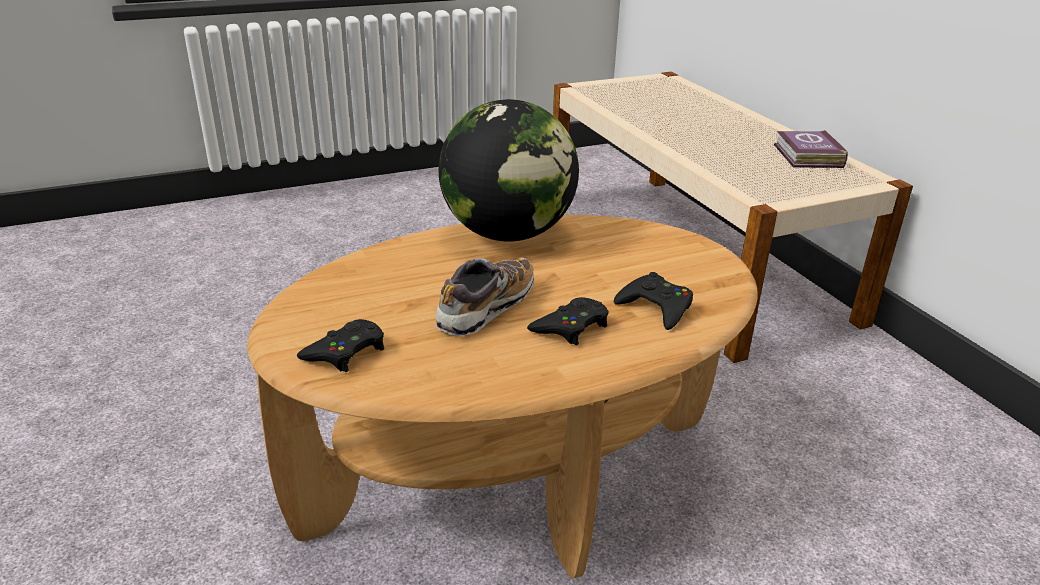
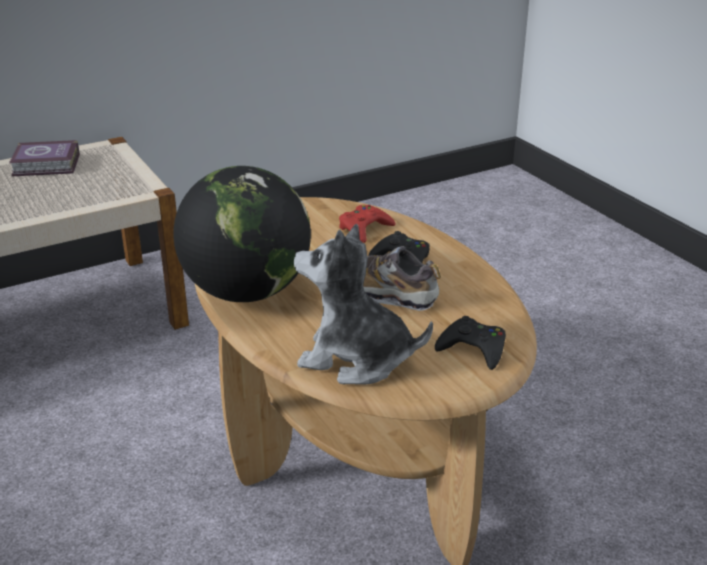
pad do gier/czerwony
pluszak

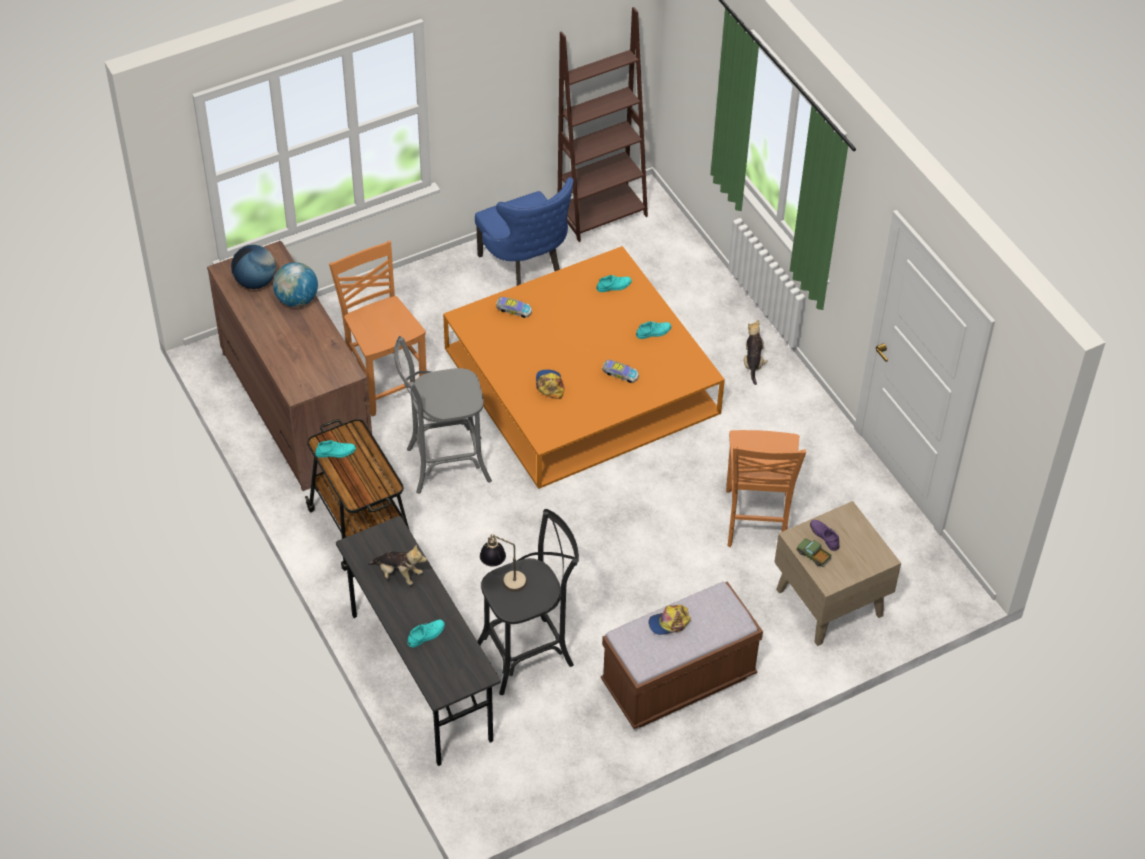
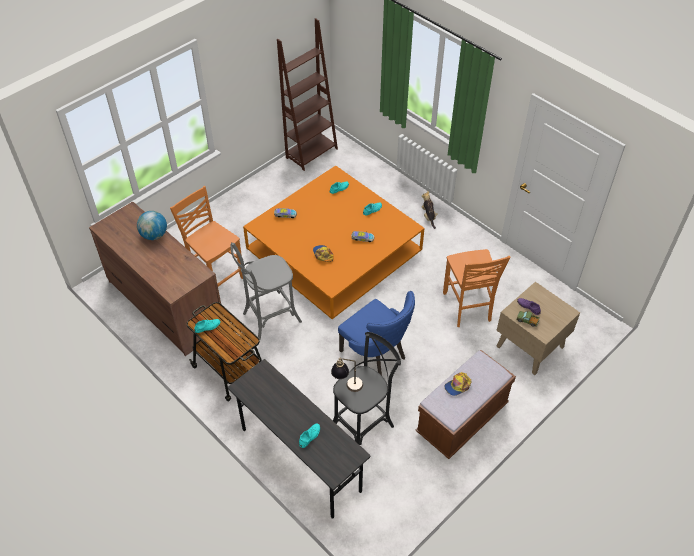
globus (no. 1 from left in the first image)
pluszak (no. 1 from left in the first image)
krzesło/niebieski

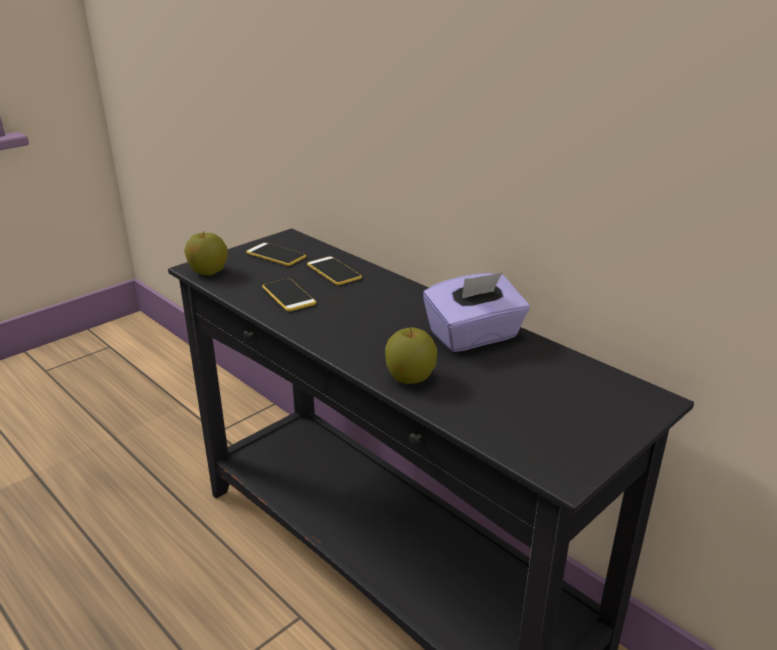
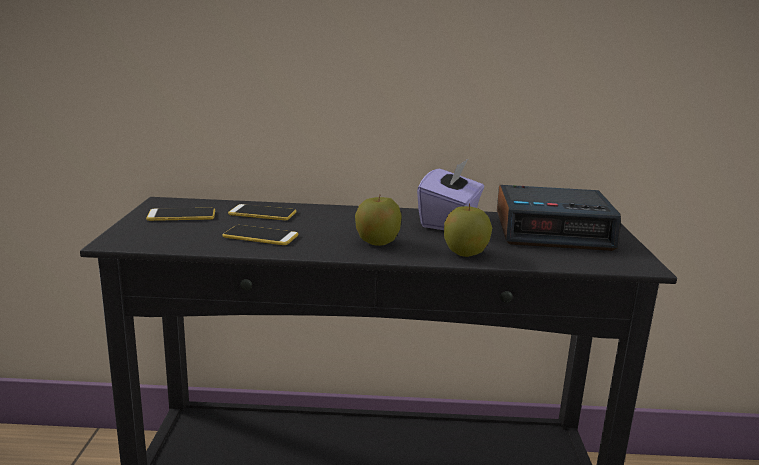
jabłko (no. 1 from left)
budzik

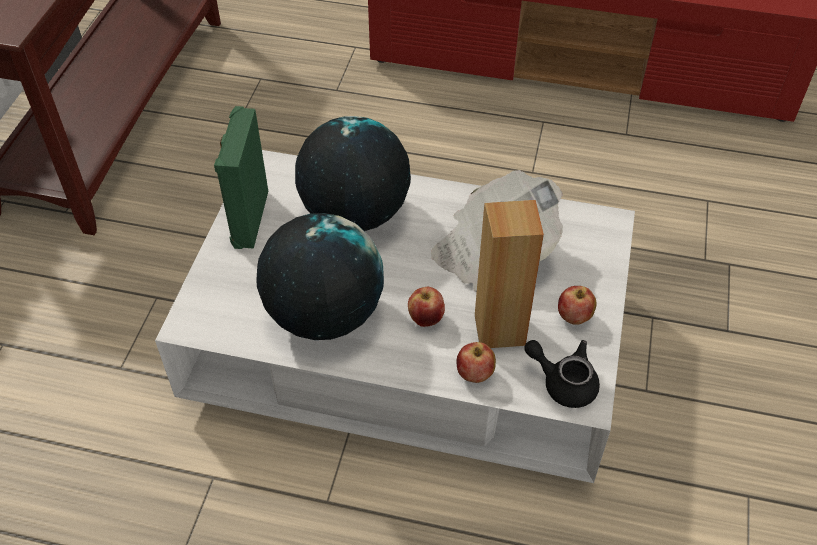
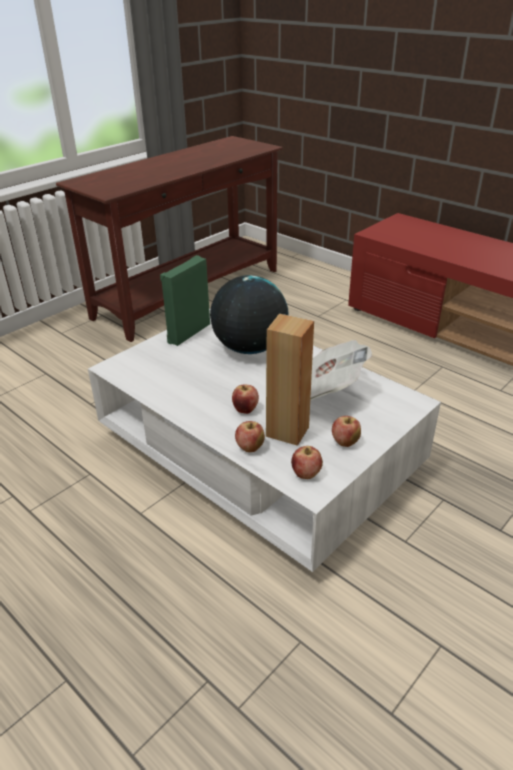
globus (no. 1 from left in the first image)
jabłko (no. 3 from left)

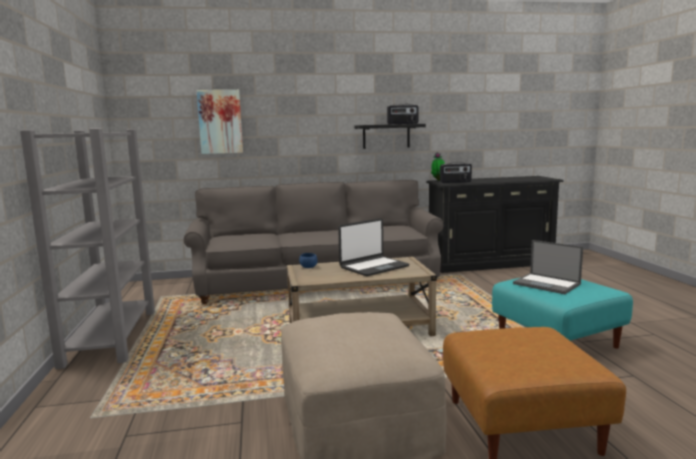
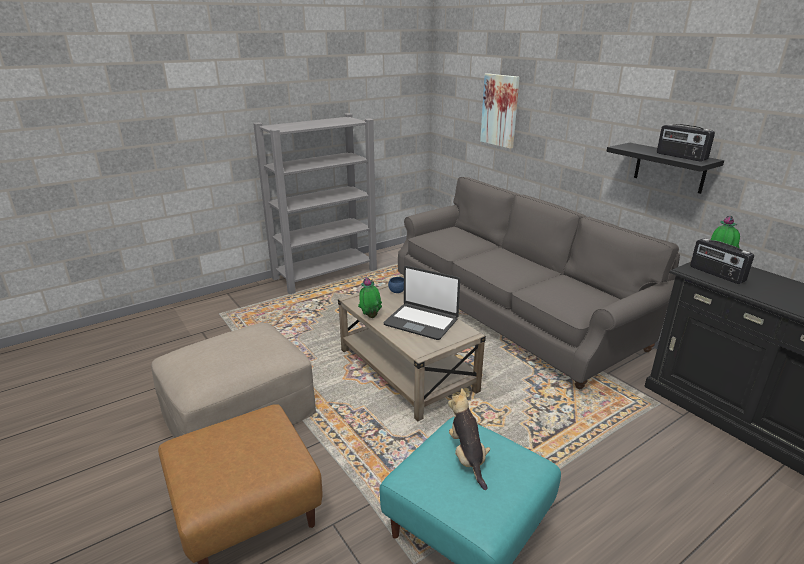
pluszak
roślina doniczkowa (no. 1 from left)

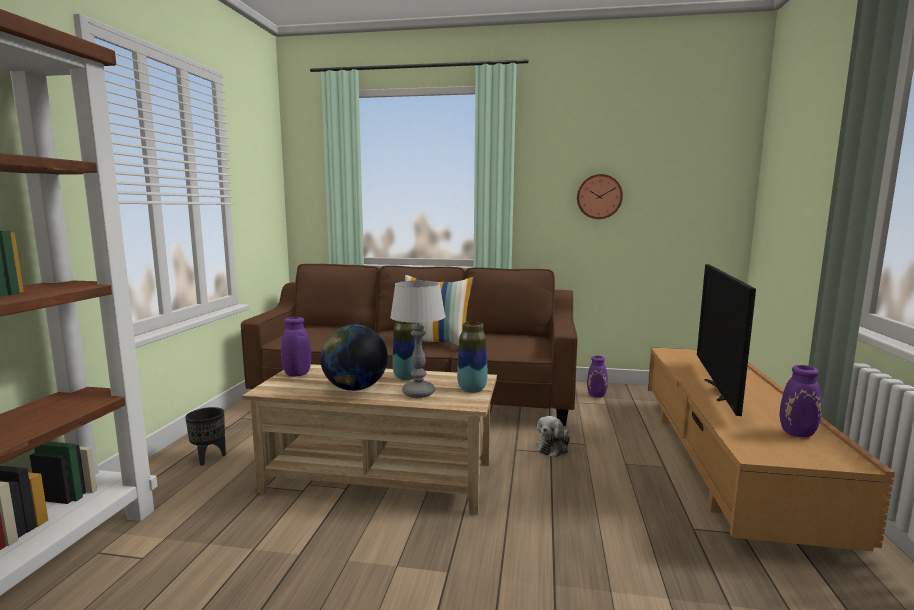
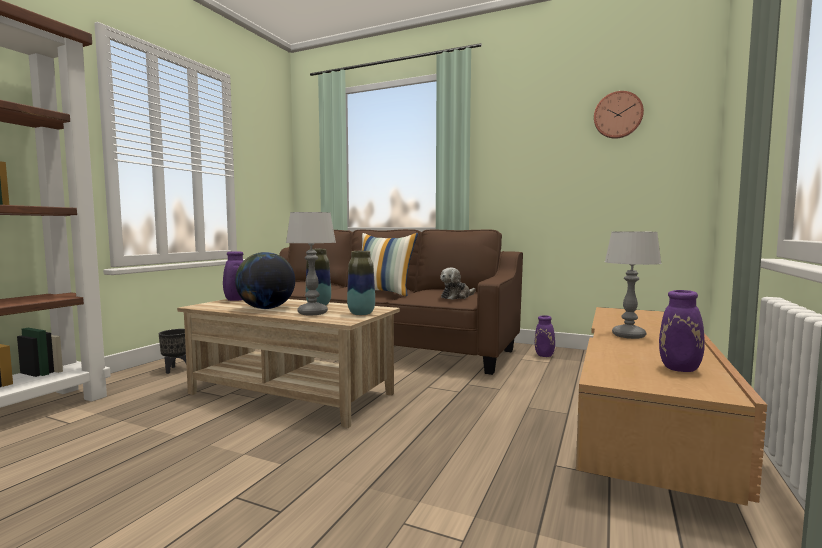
pluszak
zegar ścienny
lampa stołowa (no. 2 from left)

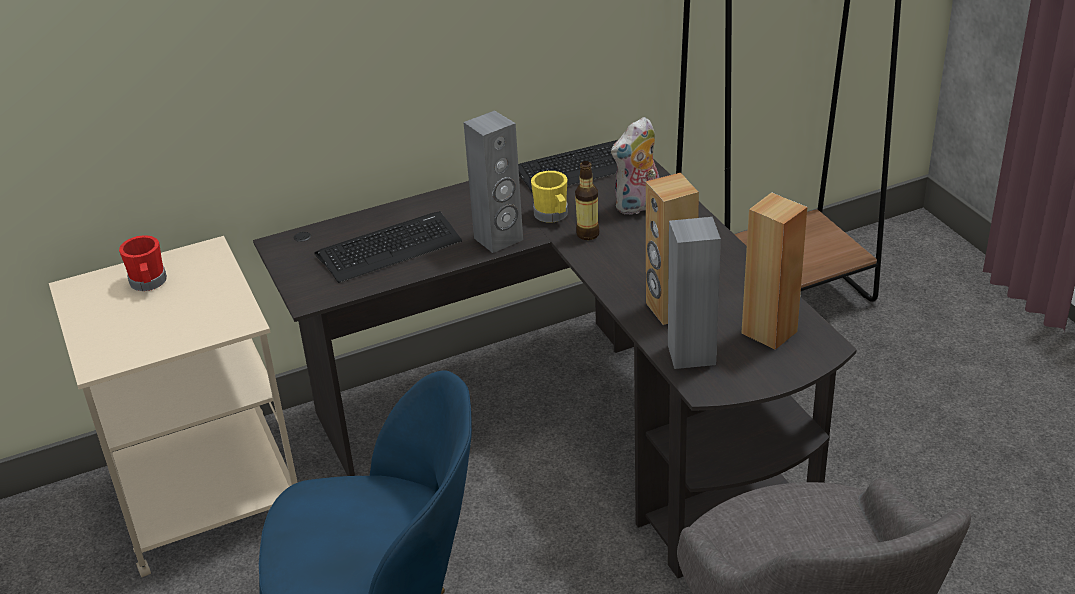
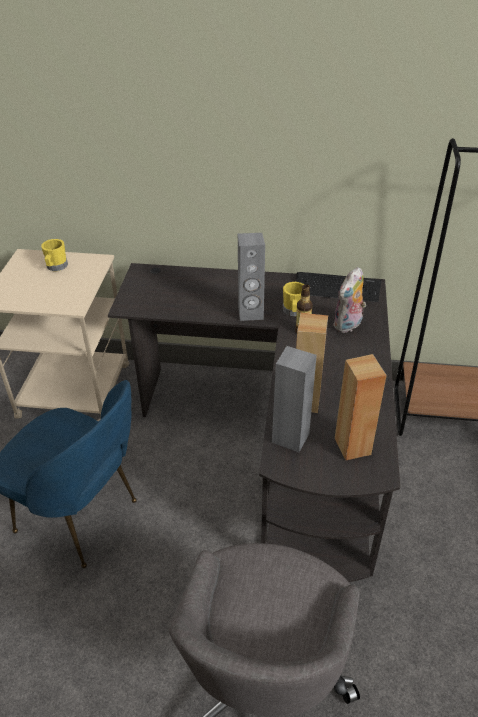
kubek/żółty (no. 1 from left)
klawiatura (no. 1 from left in the first image)
pluszak

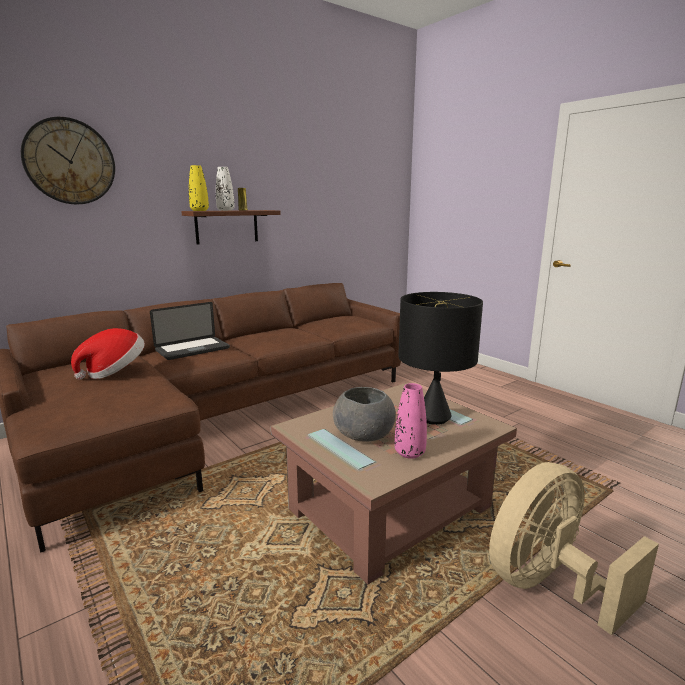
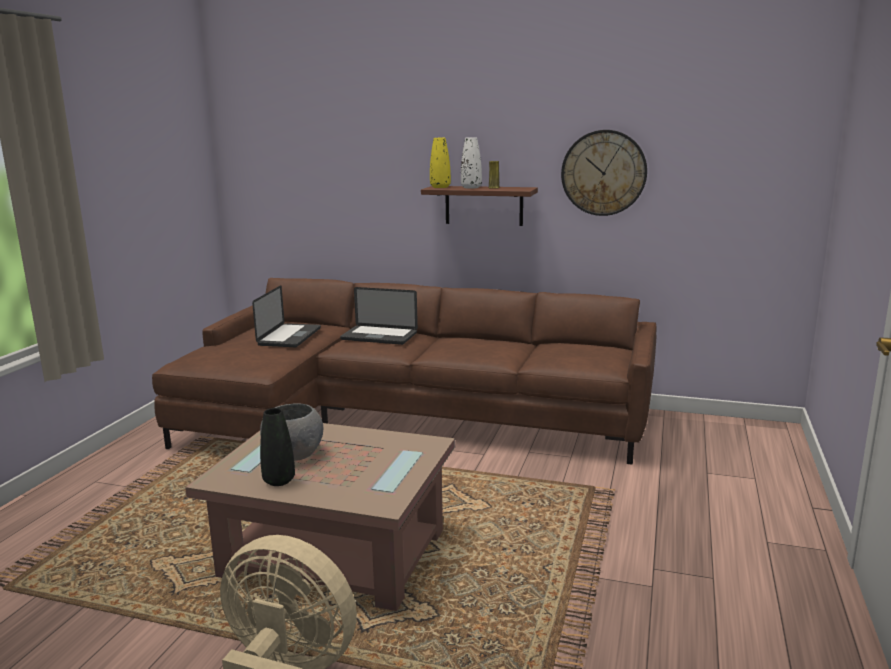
zegar ścienny
laptop (no. 1 from left)
wazon/czarny
lampa stołowa/czarny

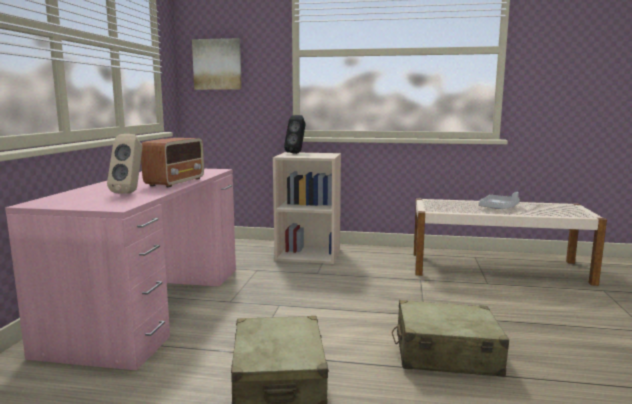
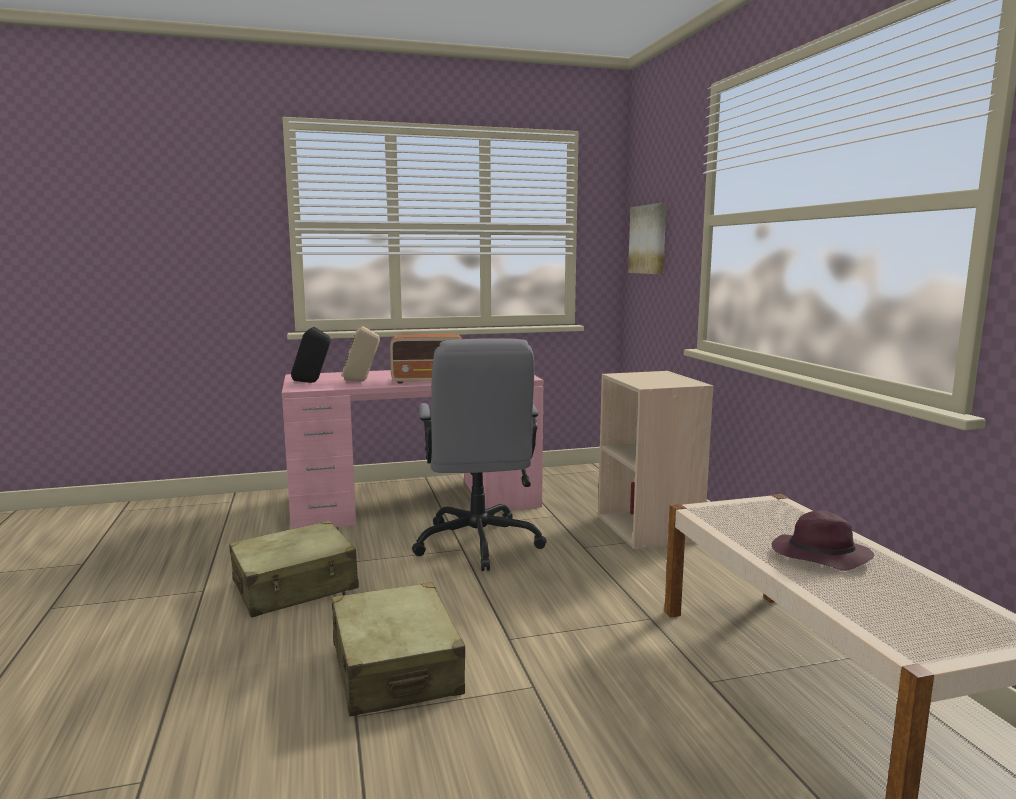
głośnik/czarny
kapelusz/fioletowy
krzesło biurowe/szary

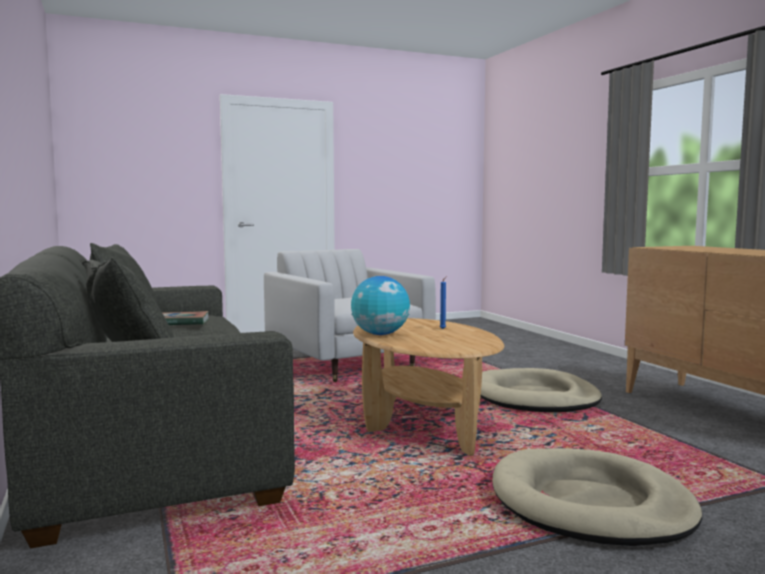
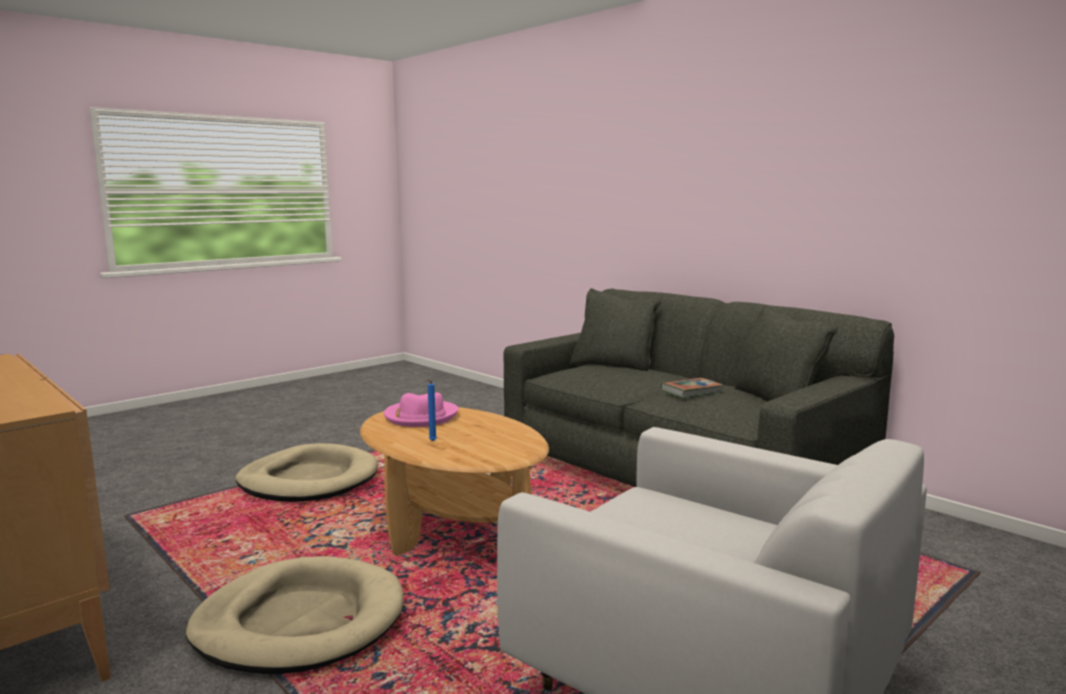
globus
kapelusz/różowy

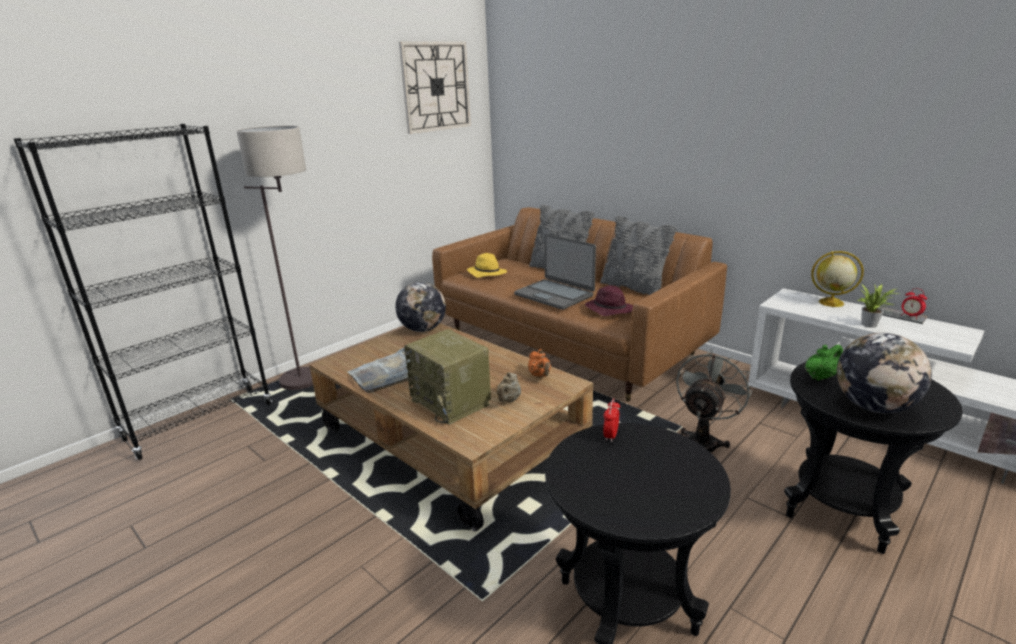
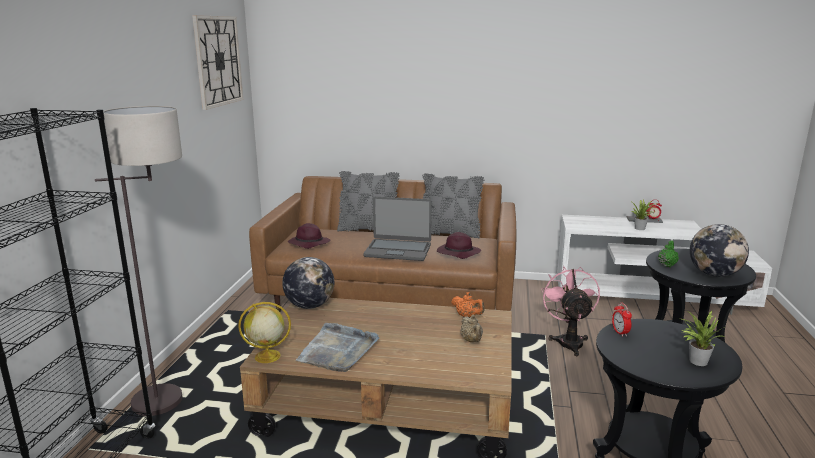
radio
kapelusz/fioletowy (no. 1 from left)
wentylator/różowy
globus (no. 1 from left)
roślina doniczkowa (no. 2 from left)

